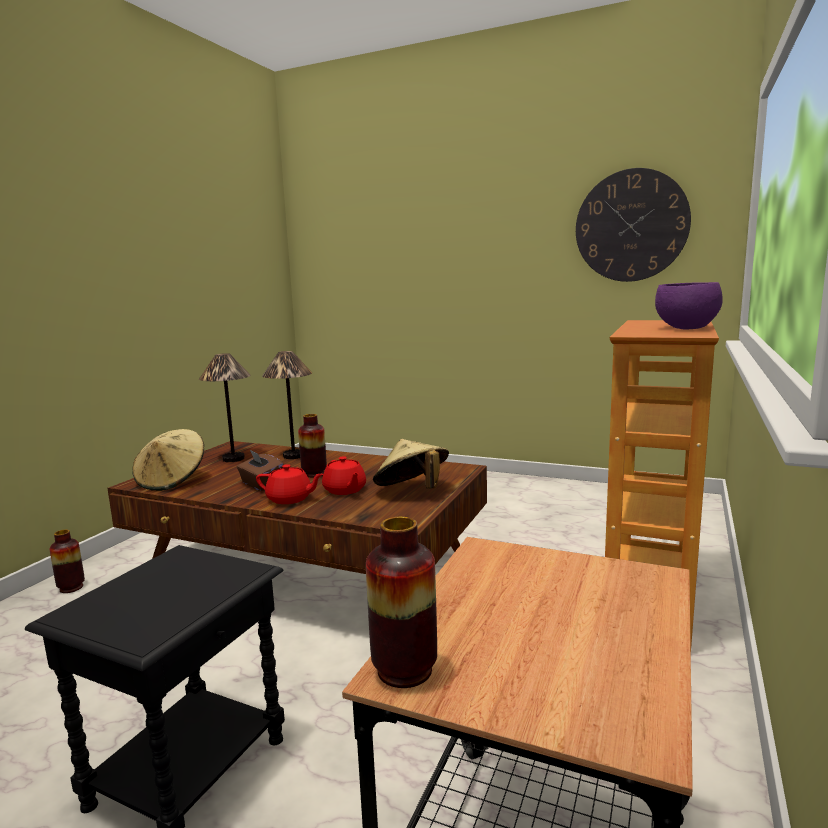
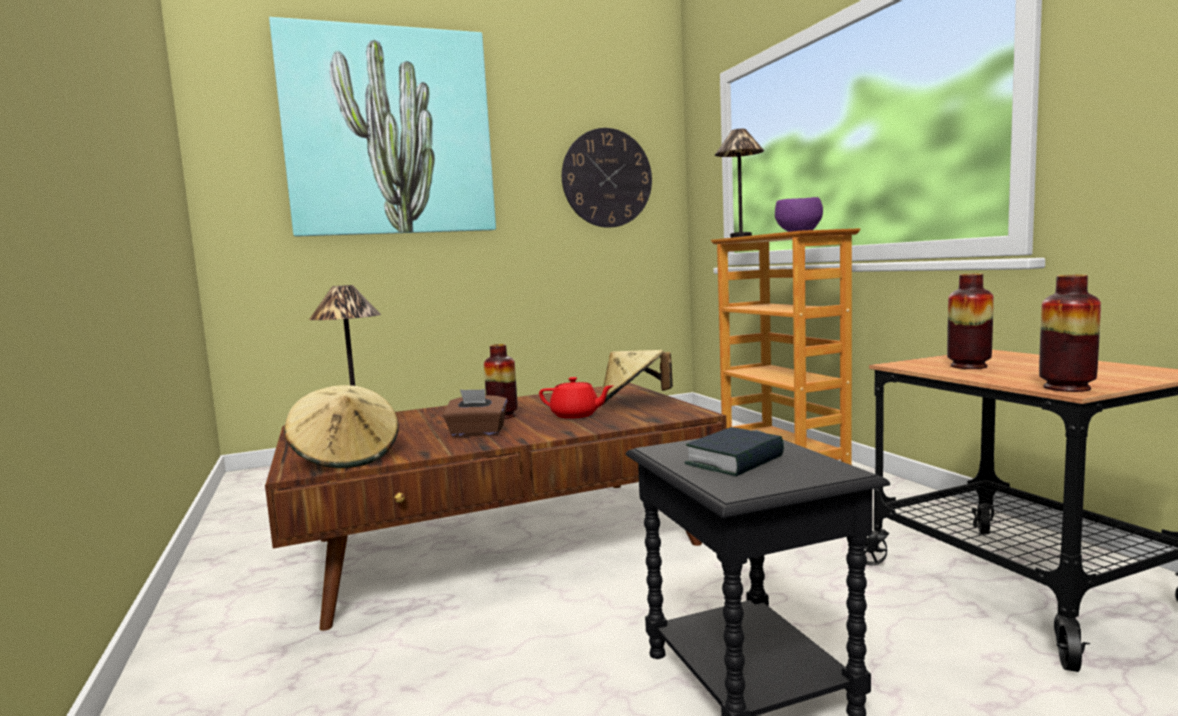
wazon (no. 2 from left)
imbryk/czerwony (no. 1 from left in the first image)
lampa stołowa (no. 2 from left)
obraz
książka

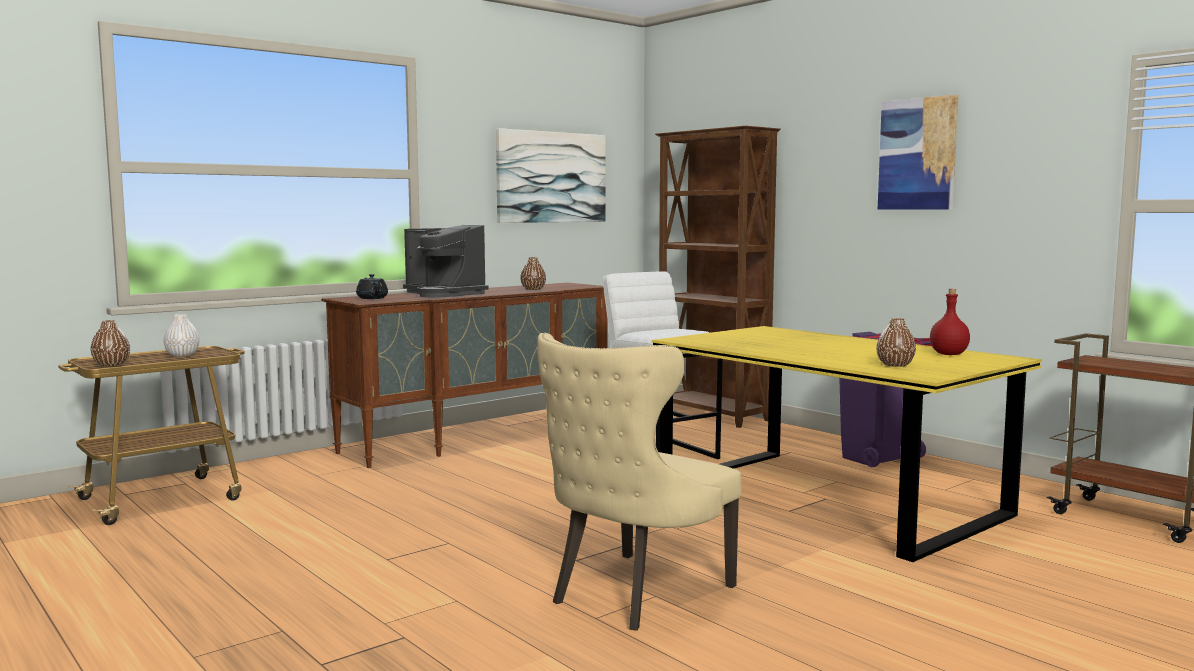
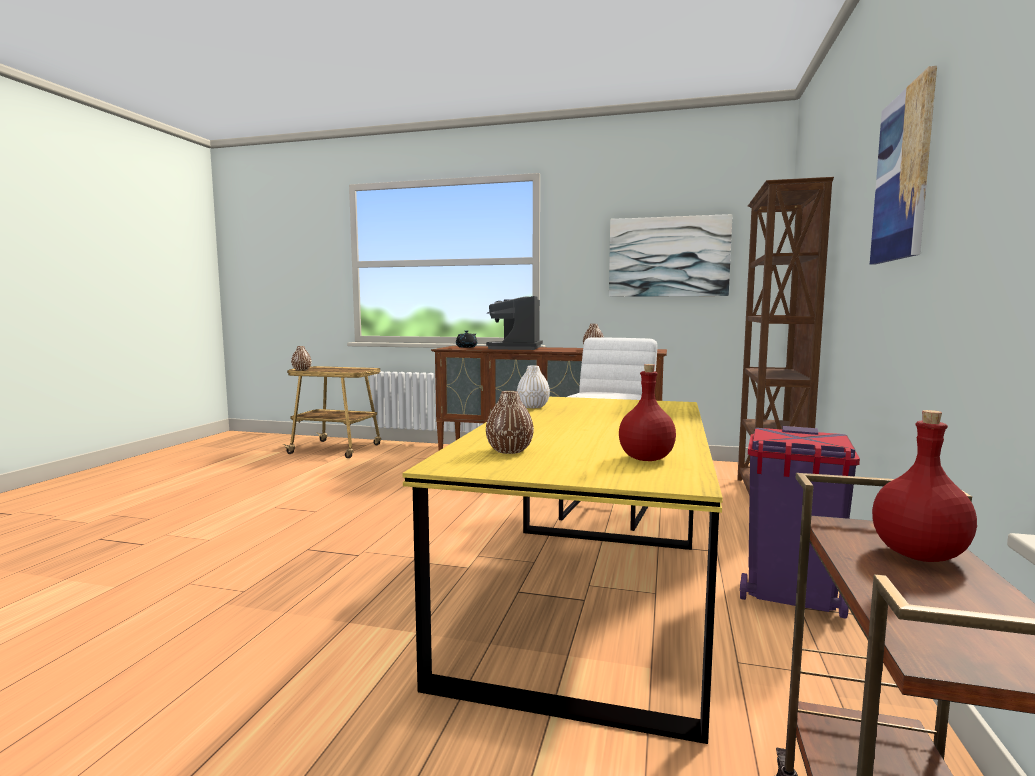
wazon/biały
krzesło/beżowy
butelka/czerwony (no. 2 from left)

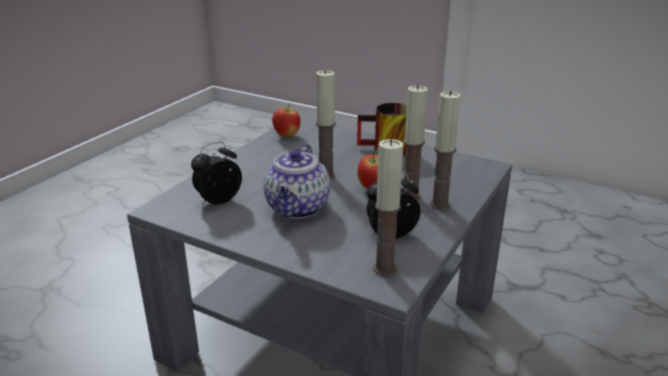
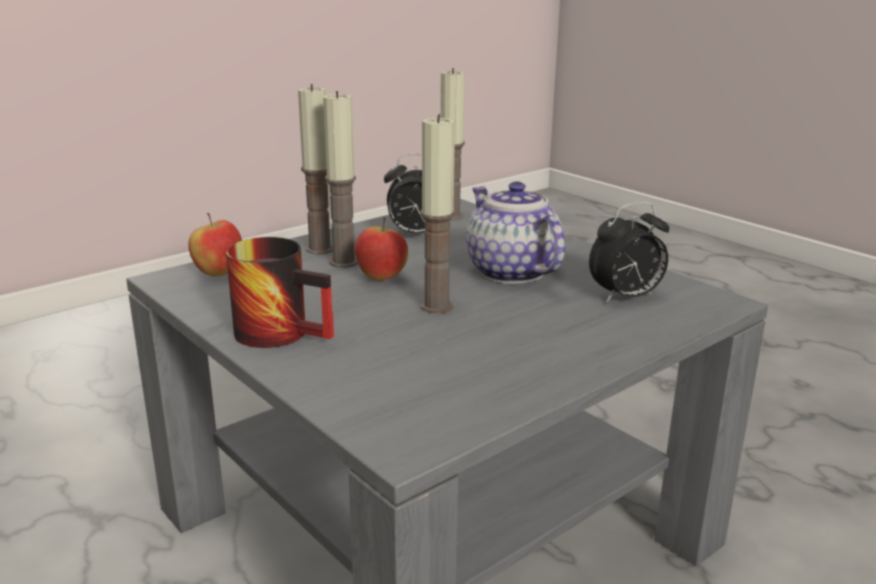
imbryk
jabłko (no. 1 from left)

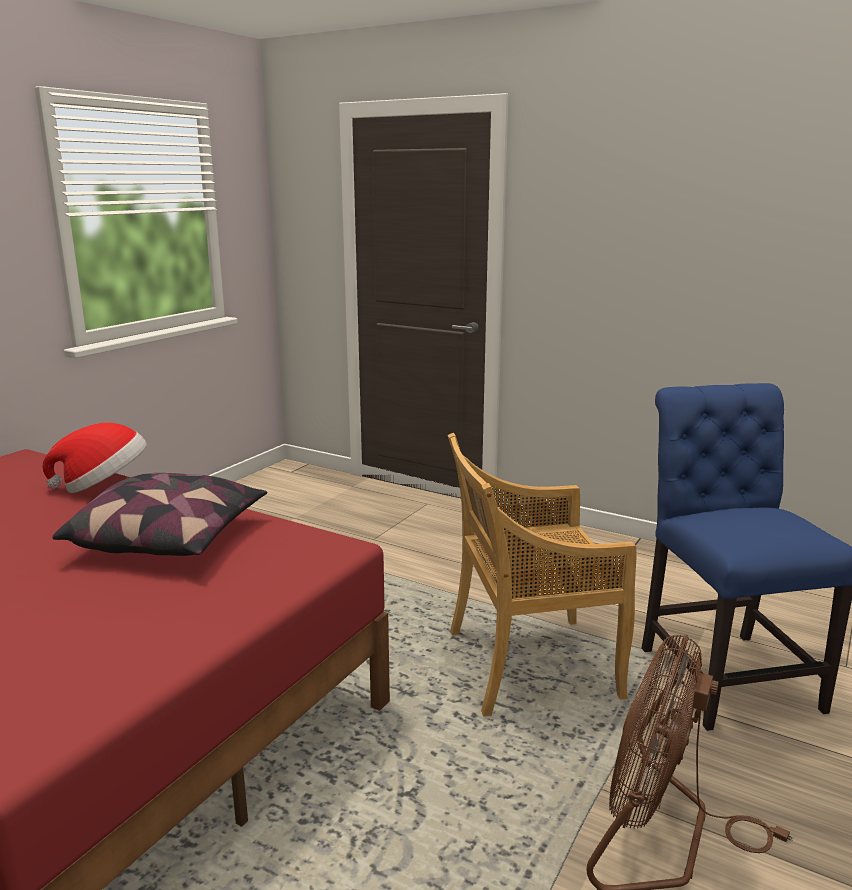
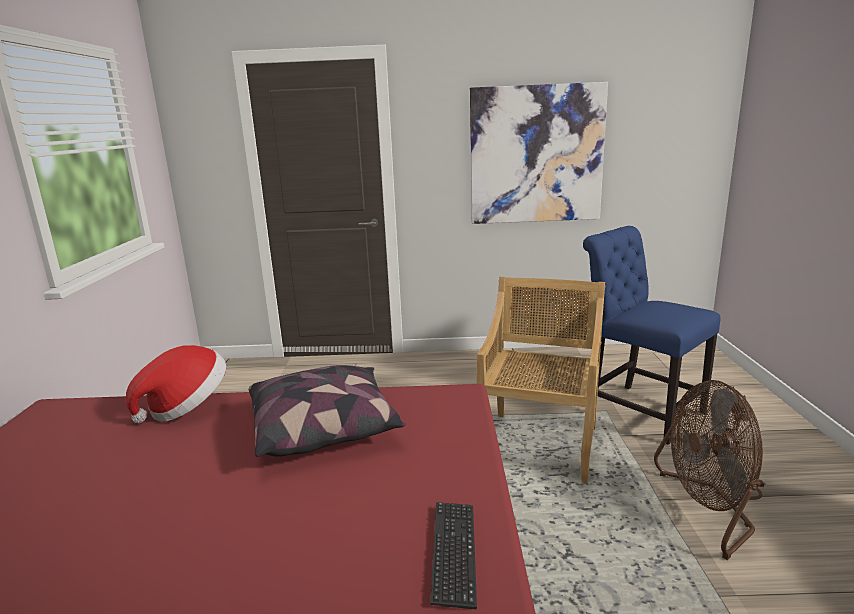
krzesło/beżowy
klawiatura
obraz

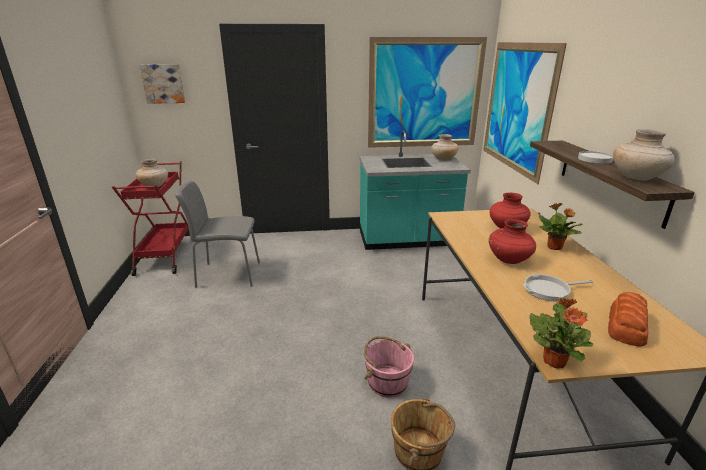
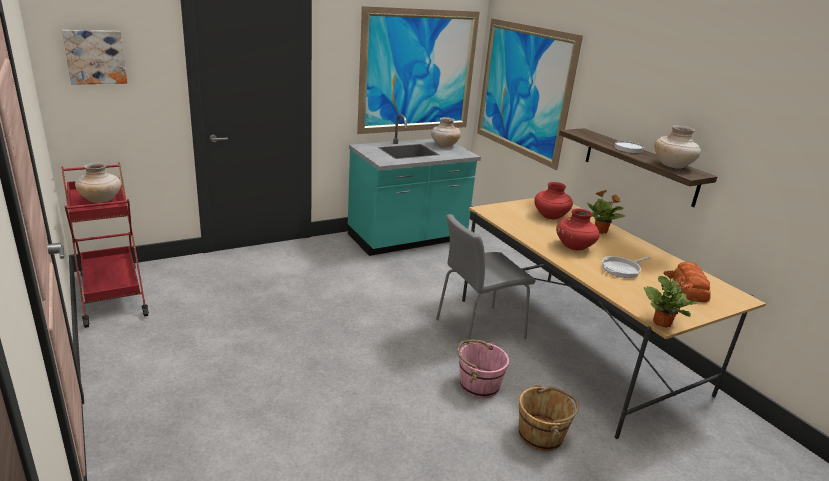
krzesło/szary

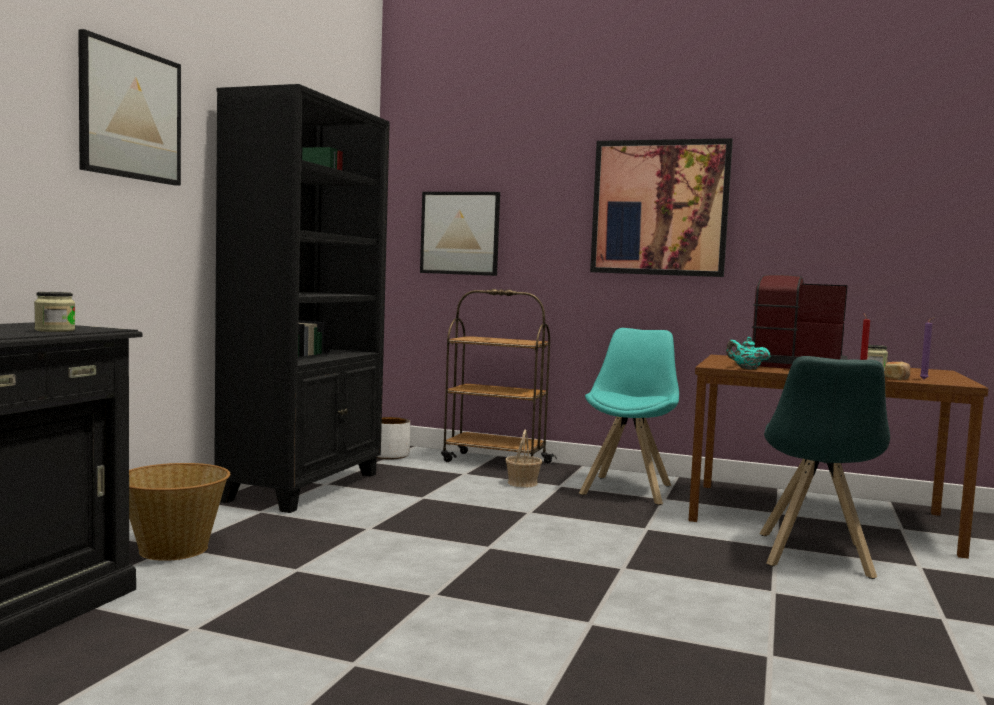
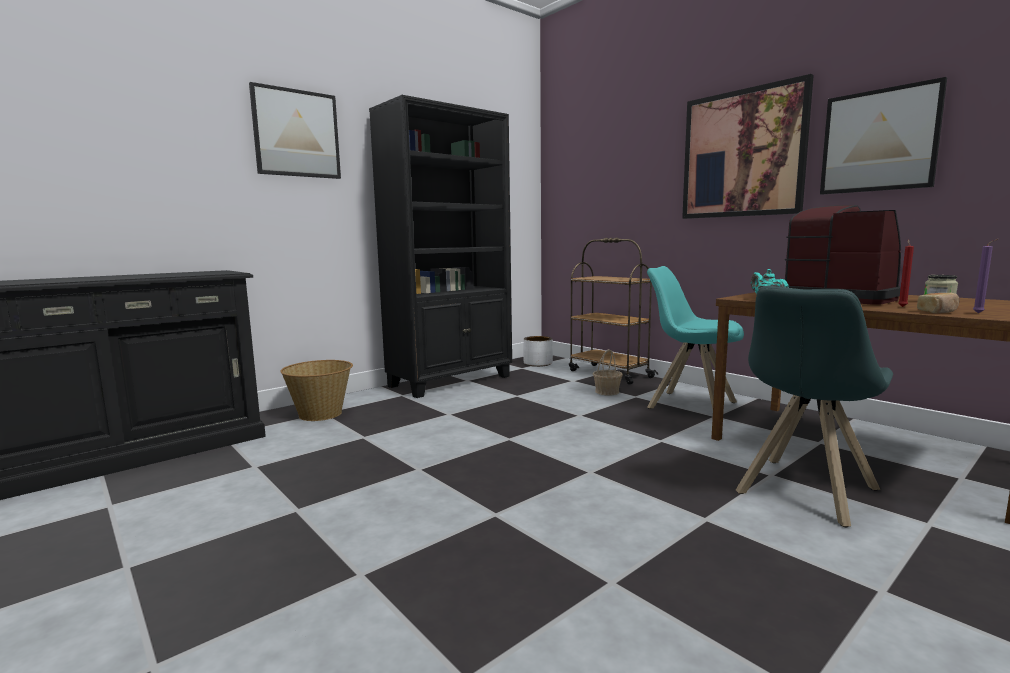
słoik (no. 1 from left in the first image)
obraz (no. 3 from left)
krzesło/turkusowy (no. 1 from left)

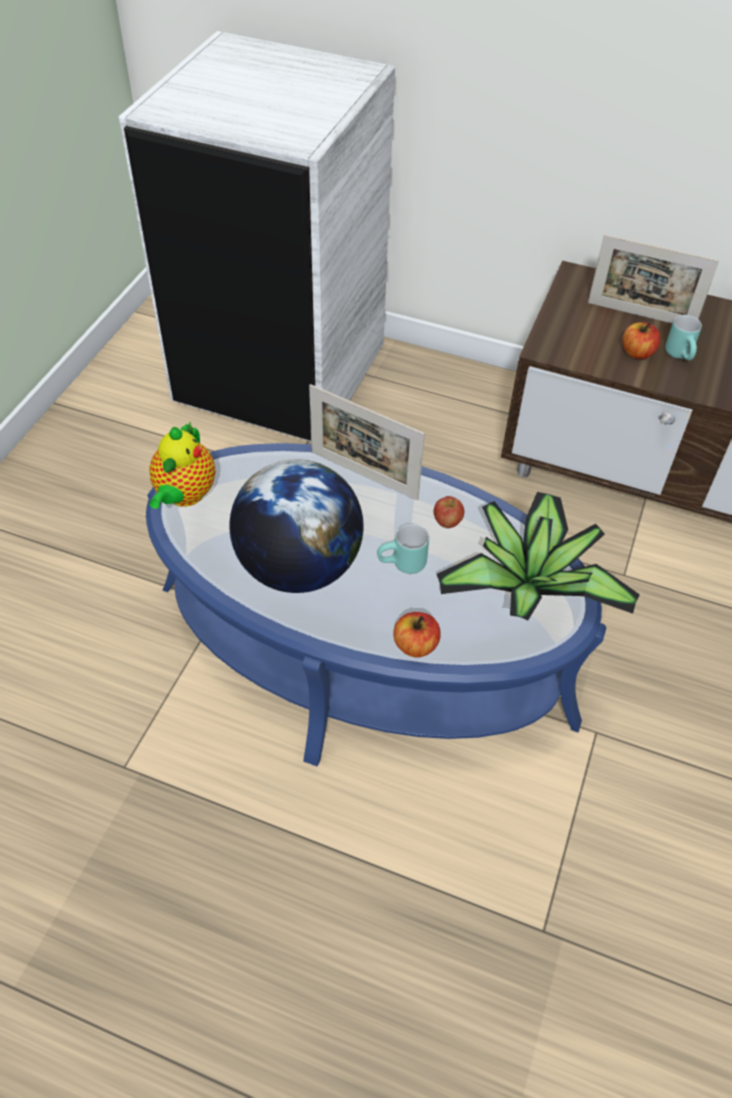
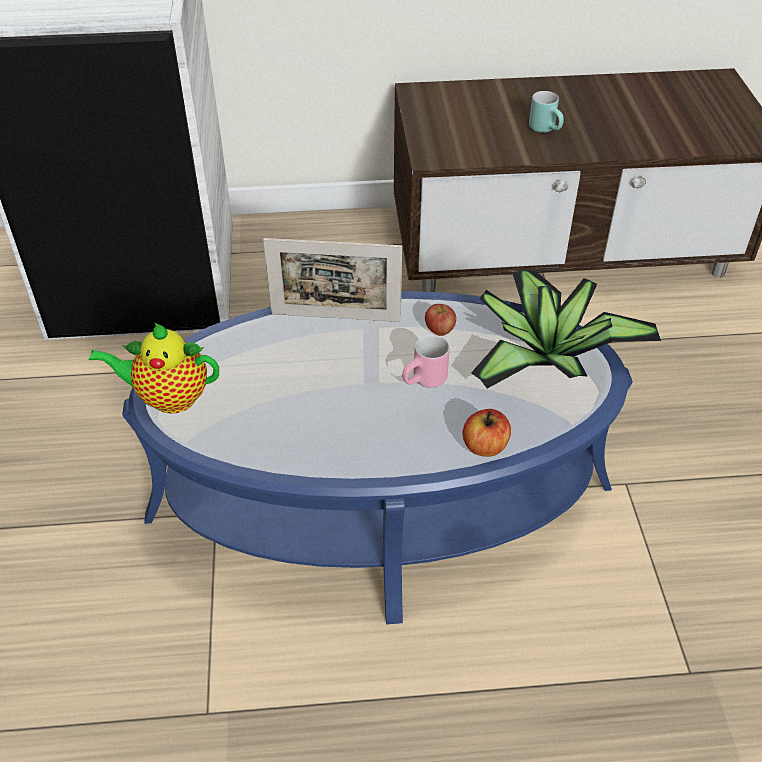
imbryk
globus
kubek/różowy
ramka na zdjęcie (no. 2 from left in the first image)
jabłko (no. 3 from left in the first image)

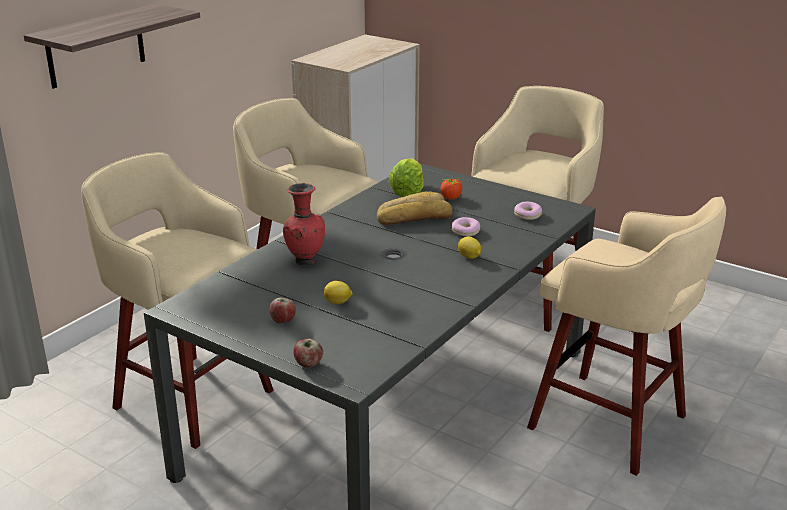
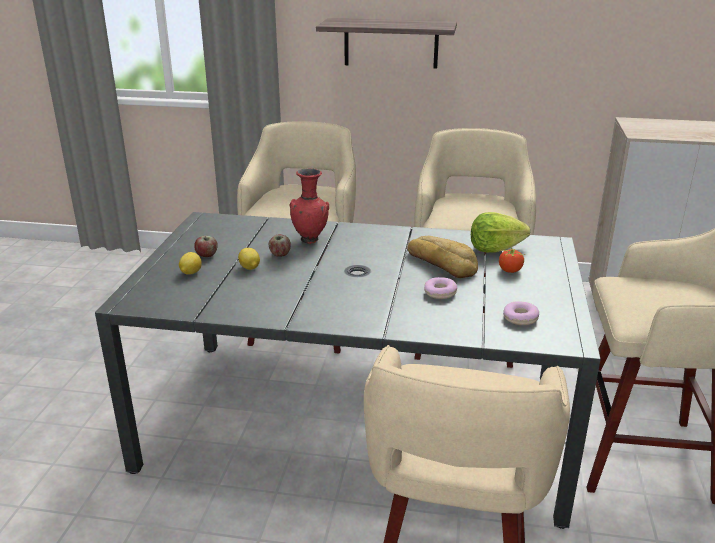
jabłko (no. 2 from left)
cytryna (no. 1 from left)

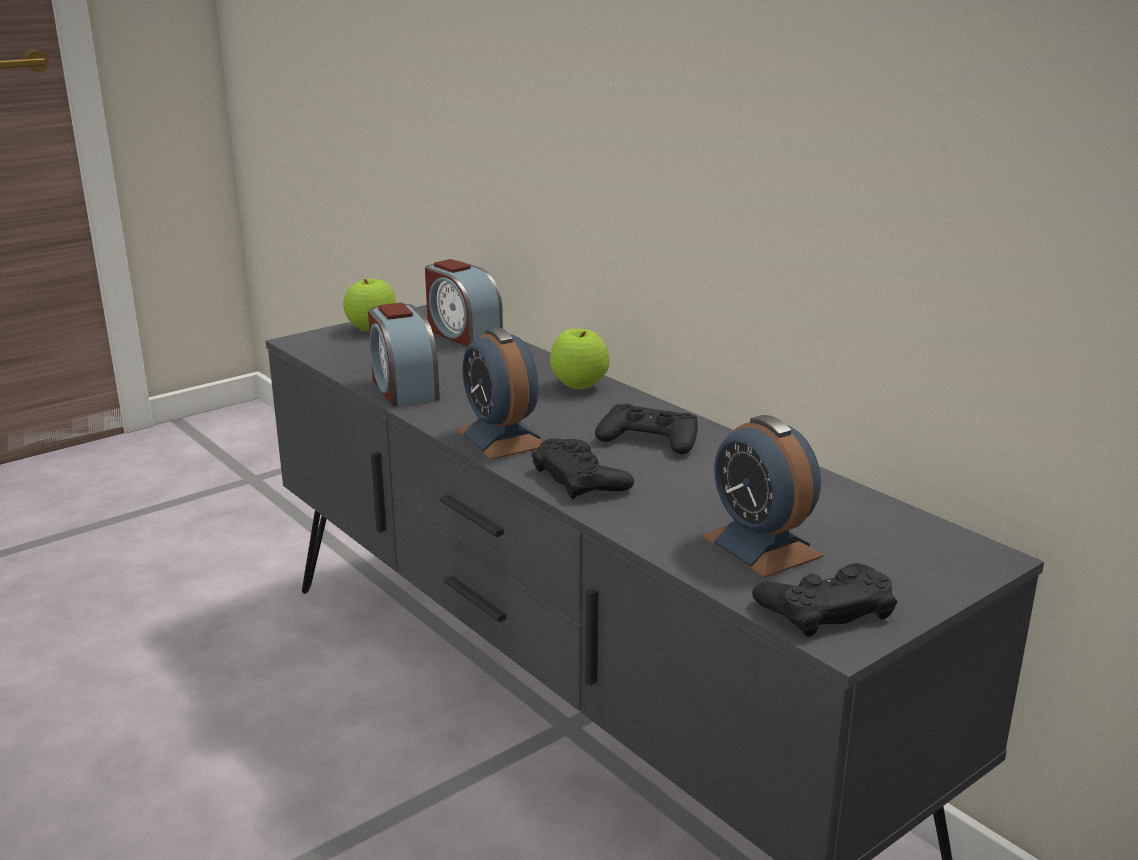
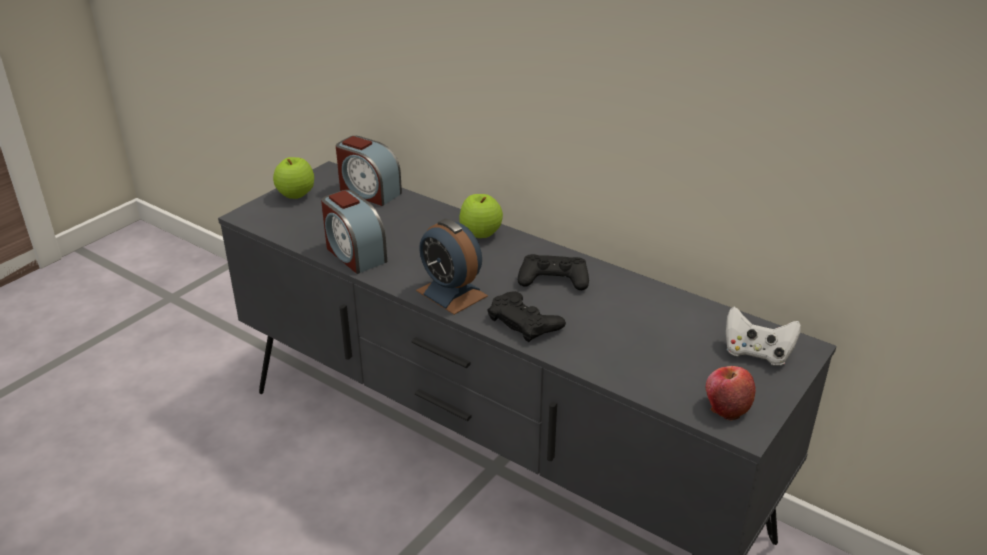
budzik (no. 4 from left in the first image)
jabłko (no. 3 from left)
pad do gier/biały

